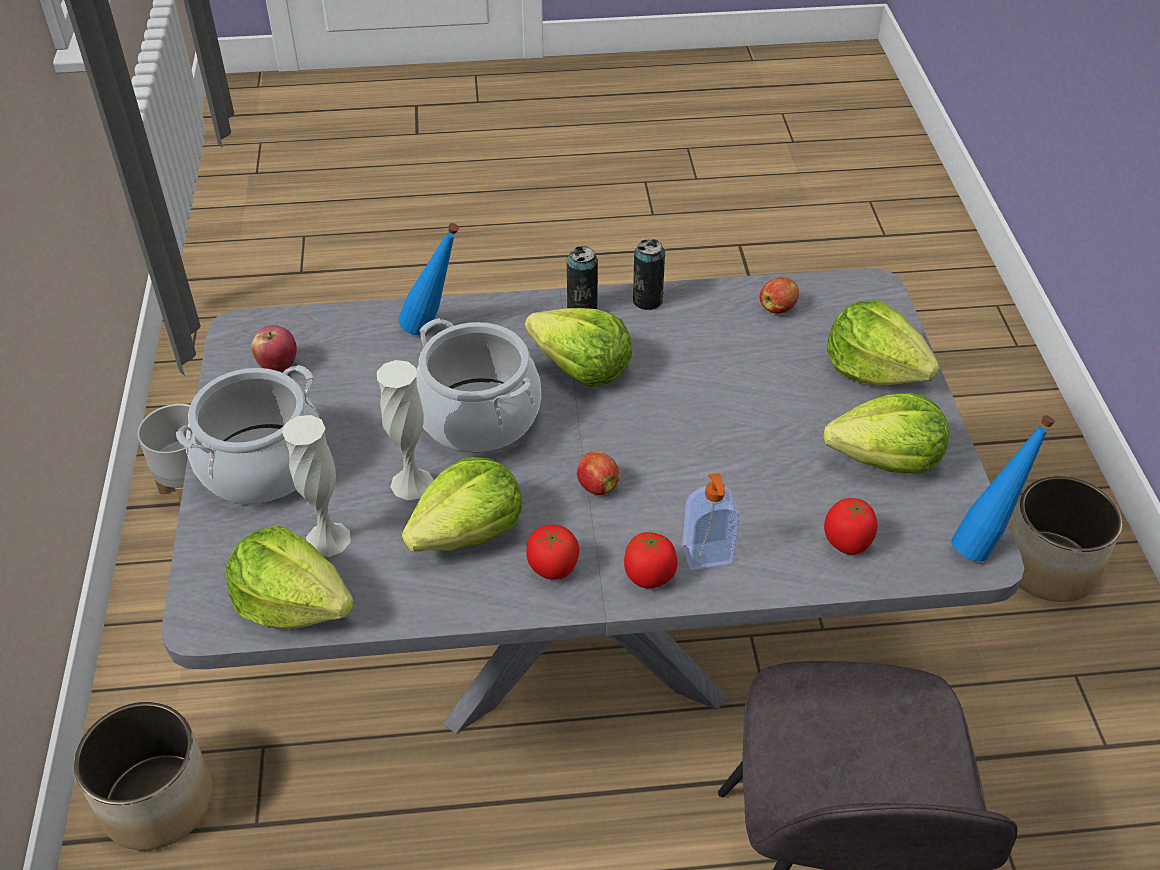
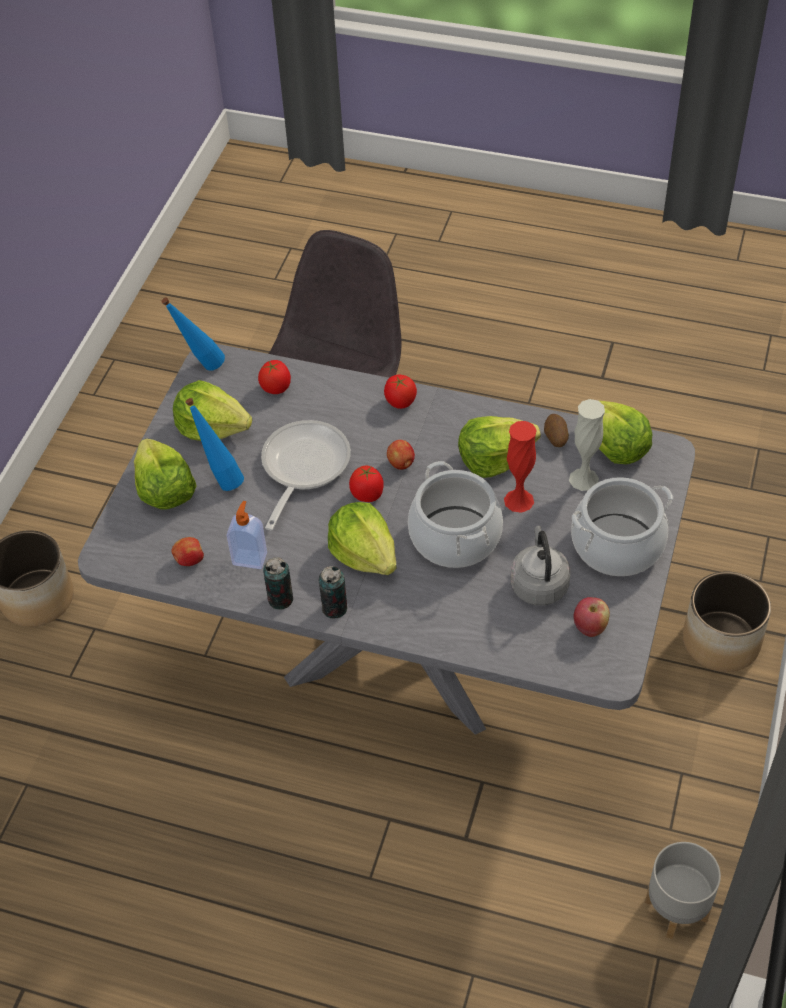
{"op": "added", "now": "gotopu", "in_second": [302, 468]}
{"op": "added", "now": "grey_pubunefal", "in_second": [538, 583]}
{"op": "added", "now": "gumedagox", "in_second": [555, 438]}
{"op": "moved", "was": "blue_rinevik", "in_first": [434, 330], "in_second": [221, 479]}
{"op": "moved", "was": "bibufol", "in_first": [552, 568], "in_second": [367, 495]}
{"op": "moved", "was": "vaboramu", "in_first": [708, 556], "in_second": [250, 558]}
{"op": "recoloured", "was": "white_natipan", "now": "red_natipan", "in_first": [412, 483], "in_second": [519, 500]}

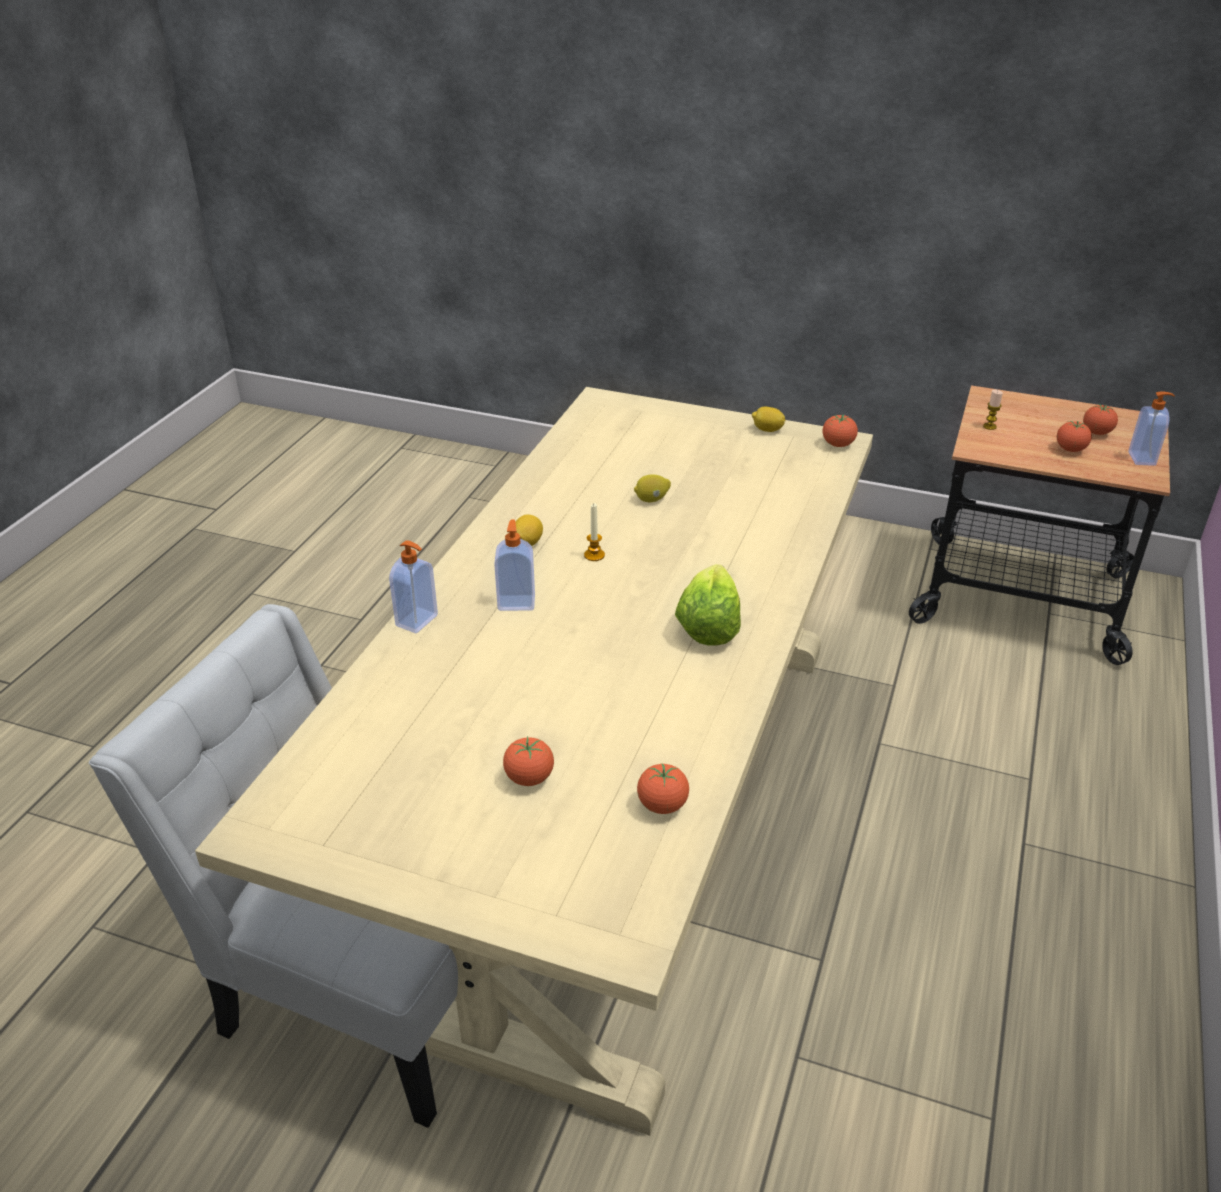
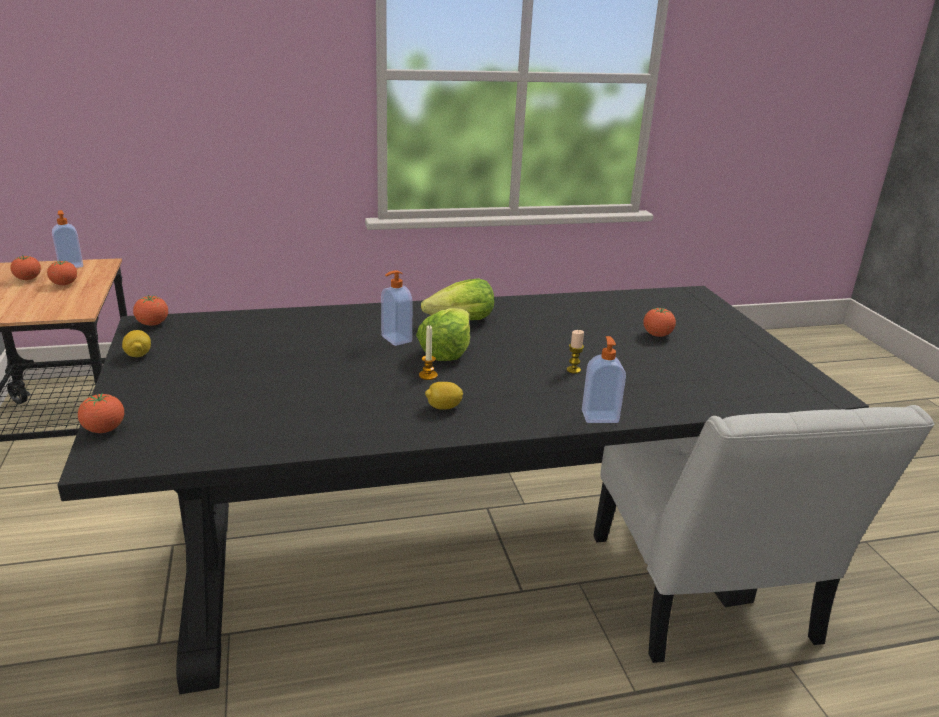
{"op": "removed", "was": "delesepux", "in_first": [652, 500]}
{"op": "added", "now": "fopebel", "in_second": [446, 351]}
{"op": "moved", "was": "vaboramu", "in_first": [516, 602], "in_second": [395, 339]}
{"op": "moved", "was": "bibufol", "in_first": [662, 805], "in_second": [104, 430]}
{"op": "moved", "was": "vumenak", "in_first": [989, 426], "in_second": [573, 370]}
{"op": "recoloured", "was": "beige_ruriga", "now": "black_ruriga", "in_first": [608, 805], "in_second": [459, 554]}

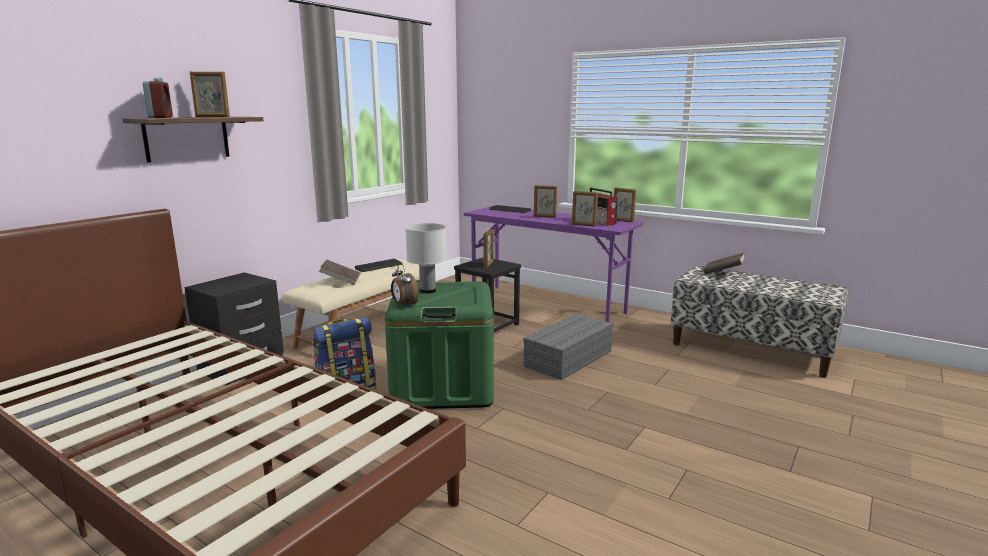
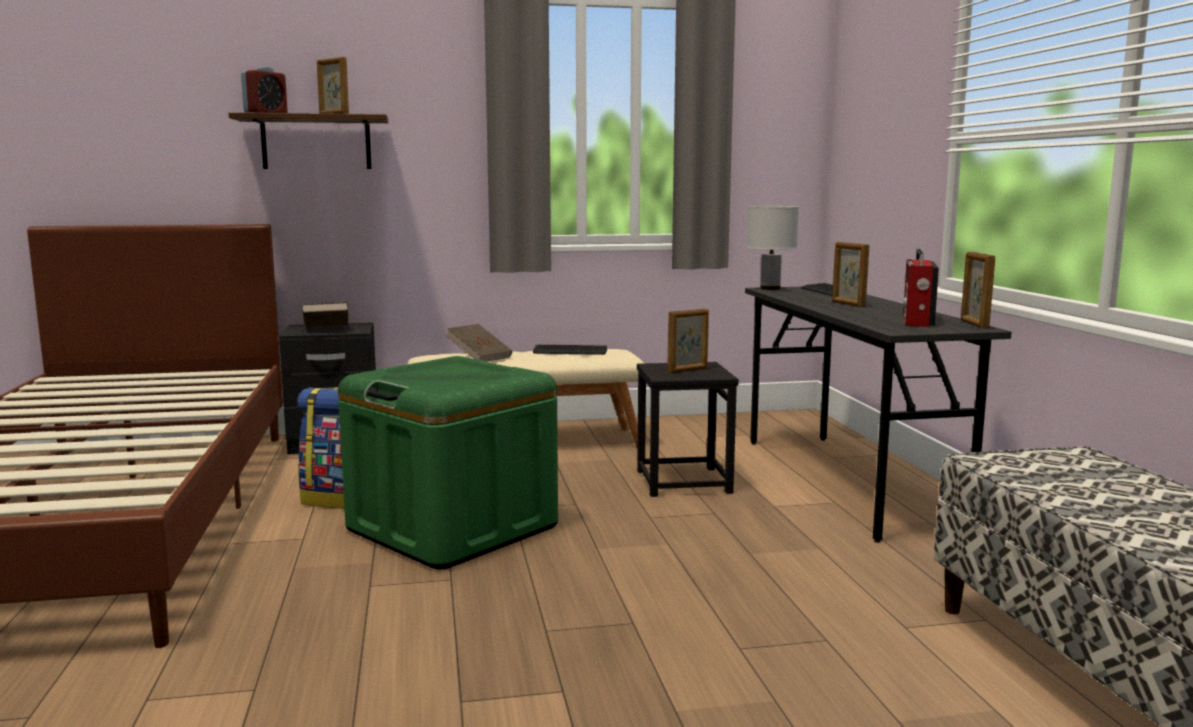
{"op": "removed", "was": "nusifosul", "in_first": [404, 305]}
{"op": "removed", "was": "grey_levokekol", "in_first": [568, 358]}
{"op": "removed", "was": "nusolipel", "in_first": [583, 225]}
{"op": "moved", "was": "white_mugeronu", "in_first": [428, 291], "in_second": [770, 288]}
{"op": "moved", "was": "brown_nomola", "in_first": [723, 273], "in_second": [326, 329]}
{"op": "recoloured", "was": "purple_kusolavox", "now": "grey_kusolavox", "in_first": [547, 305], "in_second": [847, 482]}

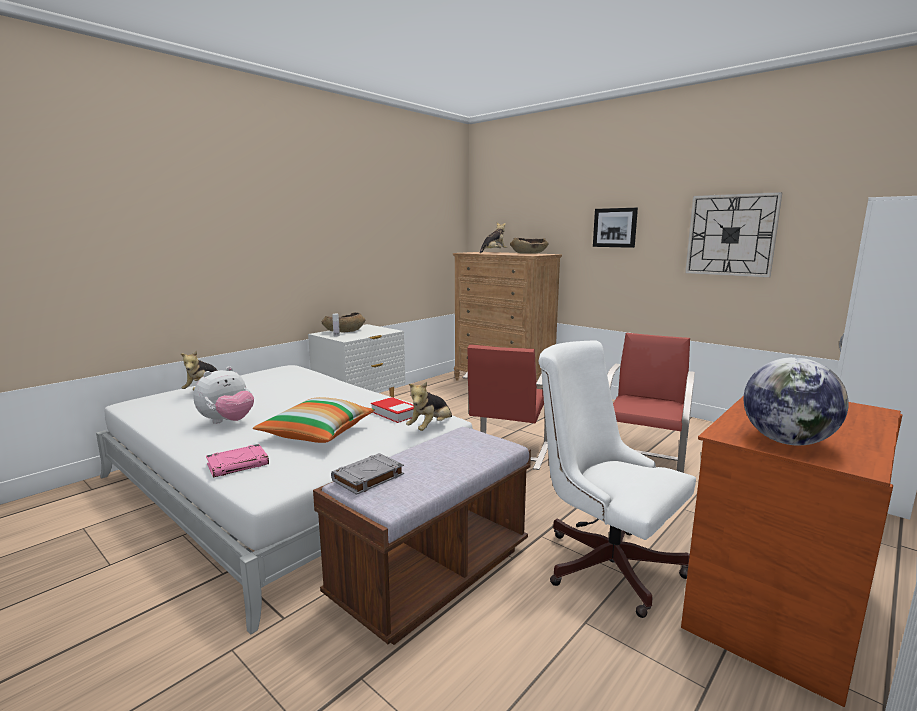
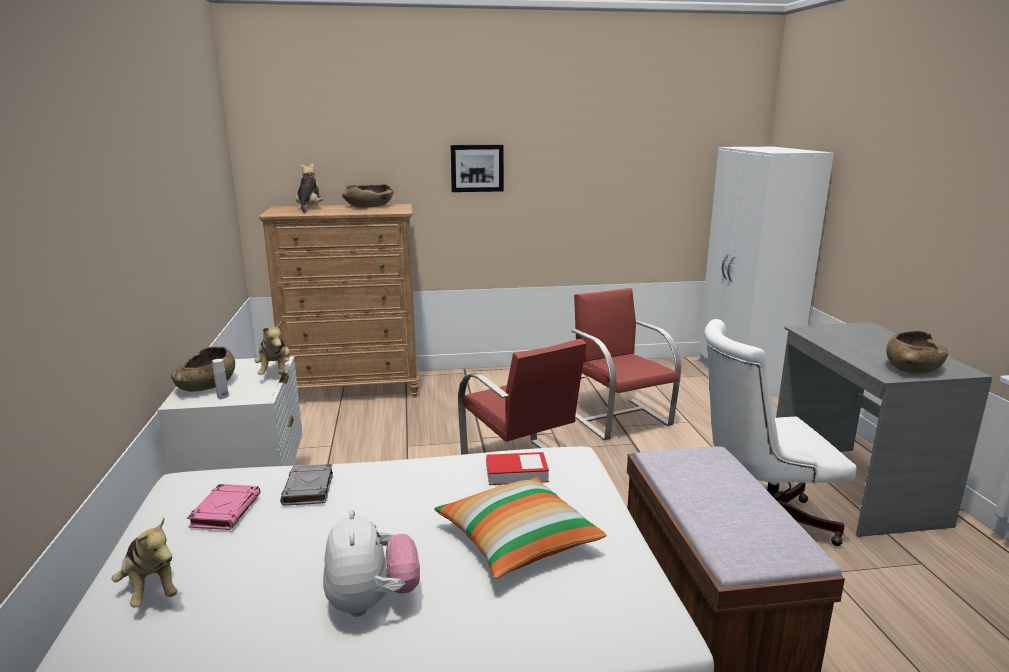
{"op": "removed", "was": "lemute", "in_first": [731, 235]}
{"op": "moved", "was": "pink_nomola", "in_first": [238, 464], "in_second": [226, 510]}
{"op": "moved", "was": "grey_nomola", "in_first": [368, 478], "in_second": [308, 489]}
{"op": "moved", "was": "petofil", "in_first": [430, 428], "in_second": [276, 372]}
{"op": "replaced", "was": "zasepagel", "now": "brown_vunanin", "in_first": [786, 441], "in_second": [912, 367]}
{"op": "recoloured", "was": "brown_kusolavox", "now": "grey_kusolavox", "in_first": [775, 603], "in_second": [851, 488]}

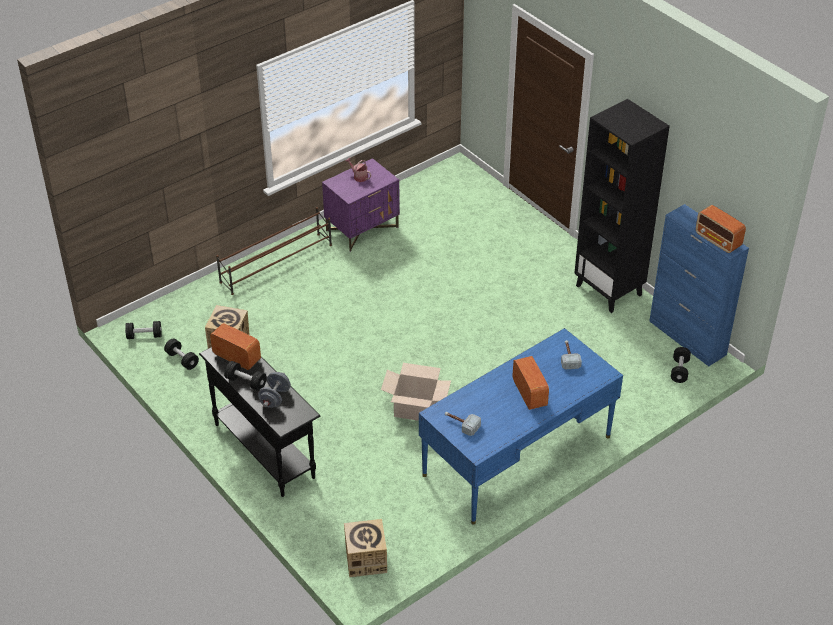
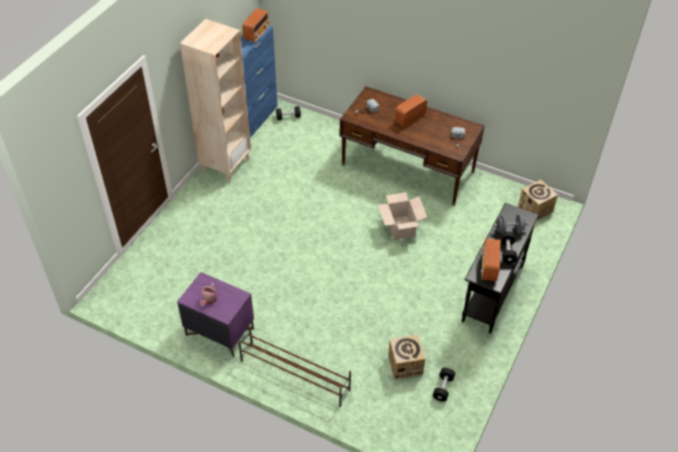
{"op": "removed", "was": "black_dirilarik", "in_first": [144, 336]}
{"op": "recoloured", "was": "blue_kusolavox", "now": "brown_kusolavox", "in_first": [517, 456], "in_second": [407, 168]}
{"op": "recoloured", "was": "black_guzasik", "now": "beige_guzasik", "in_first": [609, 290], "in_second": [226, 165]}

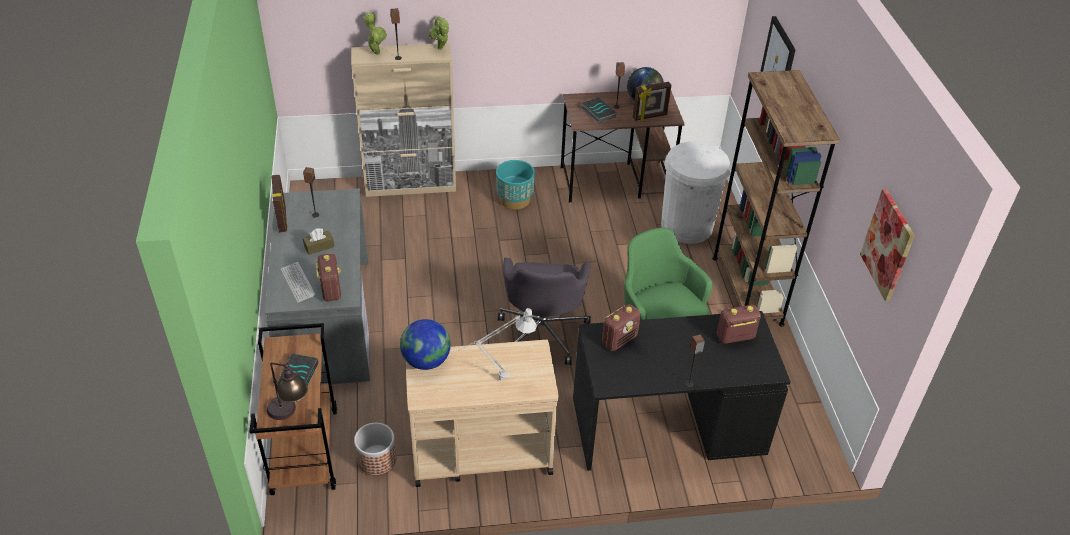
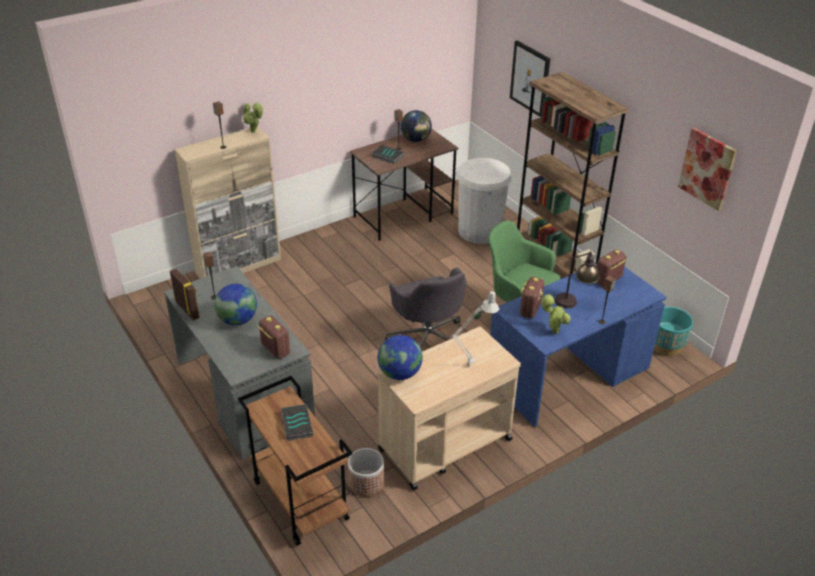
{"op": "removed", "was": "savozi", "in_first": [298, 283]}
{"op": "removed", "was": "nusolipel", "in_first": [650, 116]}
{"op": "moved", "was": "mugeronu", "in_first": [290, 413], "in_second": [574, 302]}
{"op": "moved", "was": "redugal", "in_first": [376, 52], "in_second": [553, 331]}
{"op": "moved", "was": "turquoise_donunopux", "in_first": [514, 200], "in_second": [665, 346]}
{"op": "replaced", "was": "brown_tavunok", "now": "zasepagel", "in_first": [319, 246], "in_second": [238, 320]}
{"op": "recoloured", "was": "black_kusolavox", "now": "blue_kusolavox", "in_first": [667, 427], "in_second": [568, 375]}

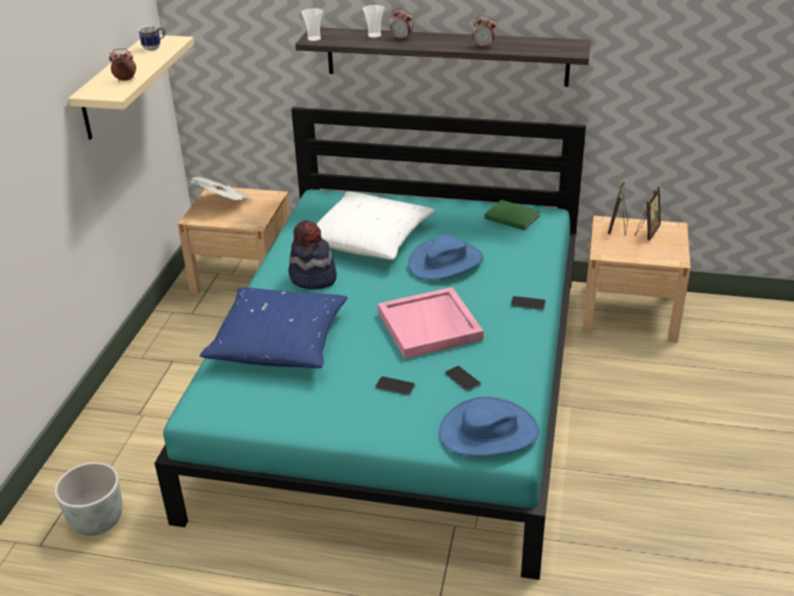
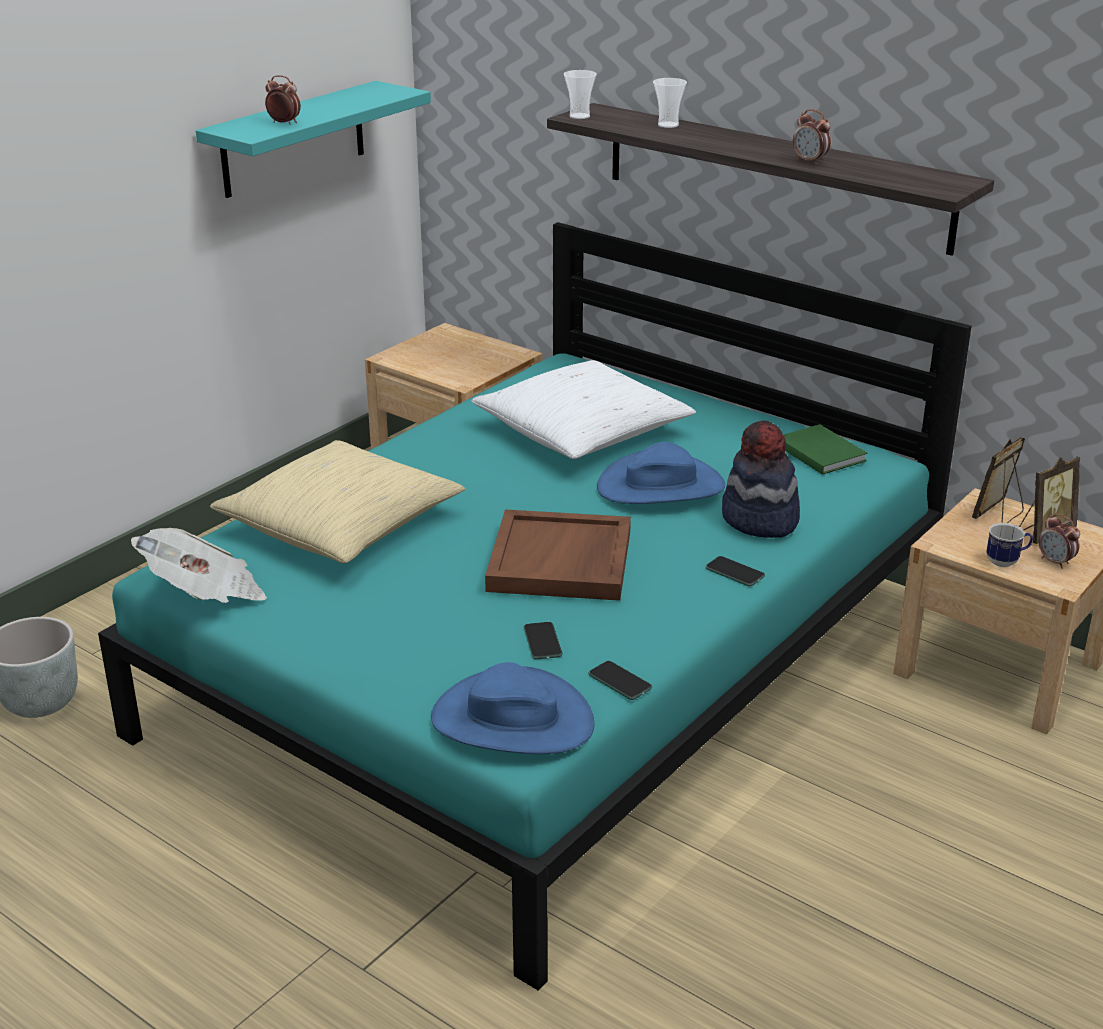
{"op": "moved", "was": "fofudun", "in_first": [154, 48], "in_second": [1006, 562]}
{"op": "moved", "was": "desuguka", "in_first": [224, 203], "in_second": [205, 595]}
{"op": "moved", "was": "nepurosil", "in_first": [313, 278], "in_second": [759, 520]}
{"op": "moved", "was": "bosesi", "in_first": [395, 386], "in_second": [620, 681]}
{"op": "moved", "was": "nusifosul", "in_first": [401, 38], "in_second": [1055, 562]}
{"op": "recoloured", "was": "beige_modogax", "now": "turquoise_modogax", "in_first": [114, 88], "in_second": [293, 139]}
{"op": "recoloured", "was": "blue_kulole", "now": "beige_kulole", "in_first": [279, 342], "in_second": [341, 525]}
{"op": "recoloured", "was": "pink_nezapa", "now": "brown_nezapa", "in_first": [430, 326], "in_second": [561, 561]}

